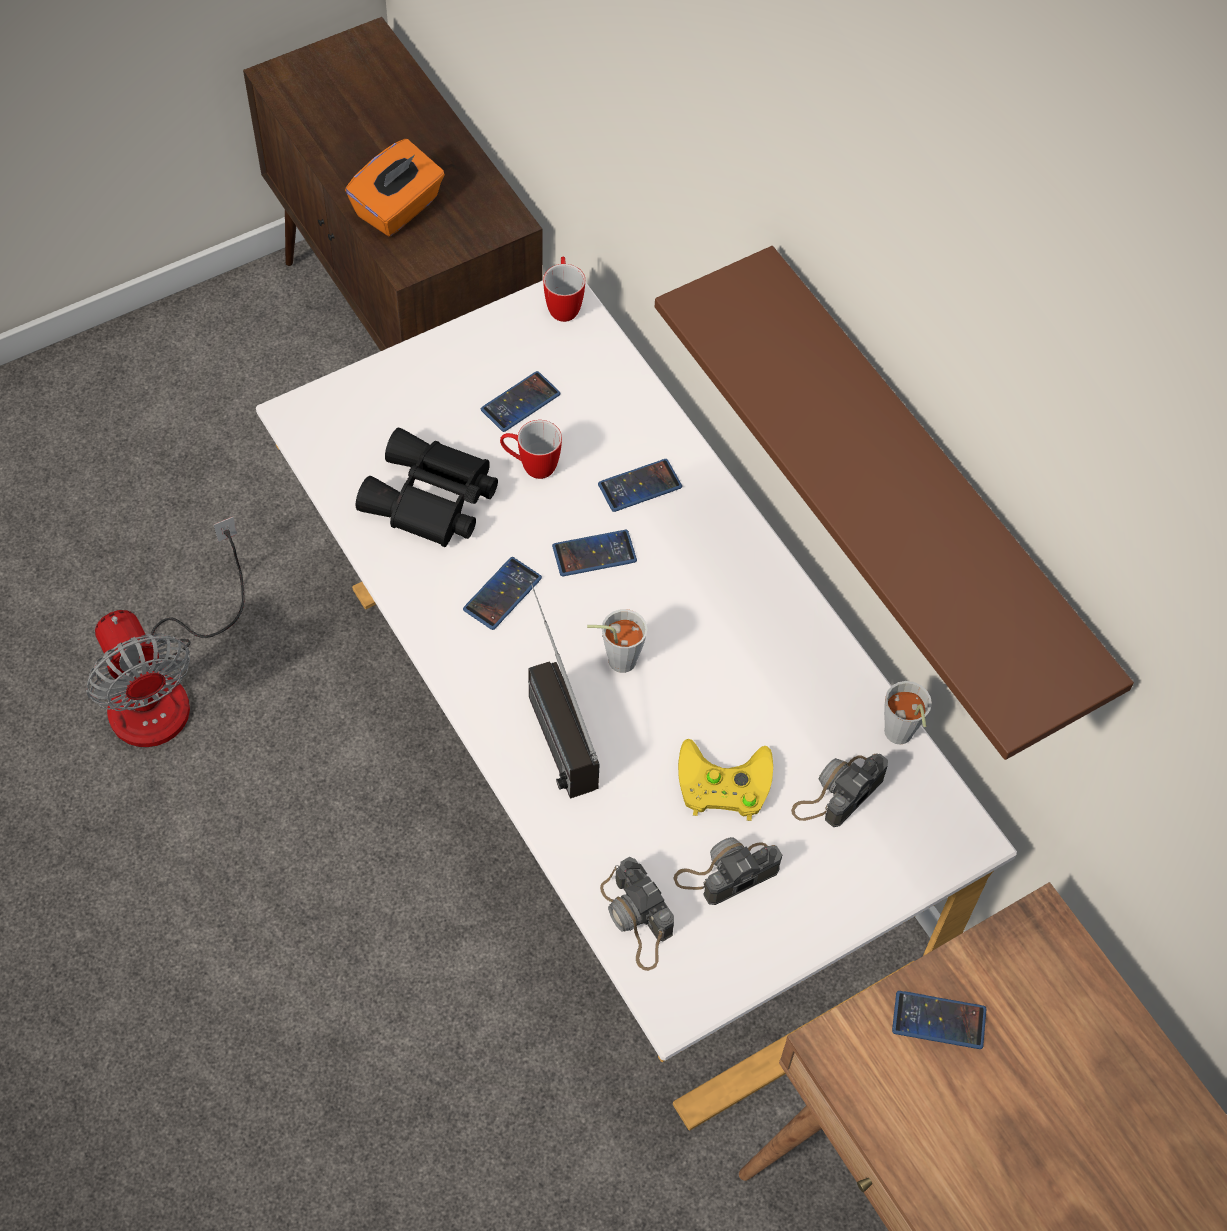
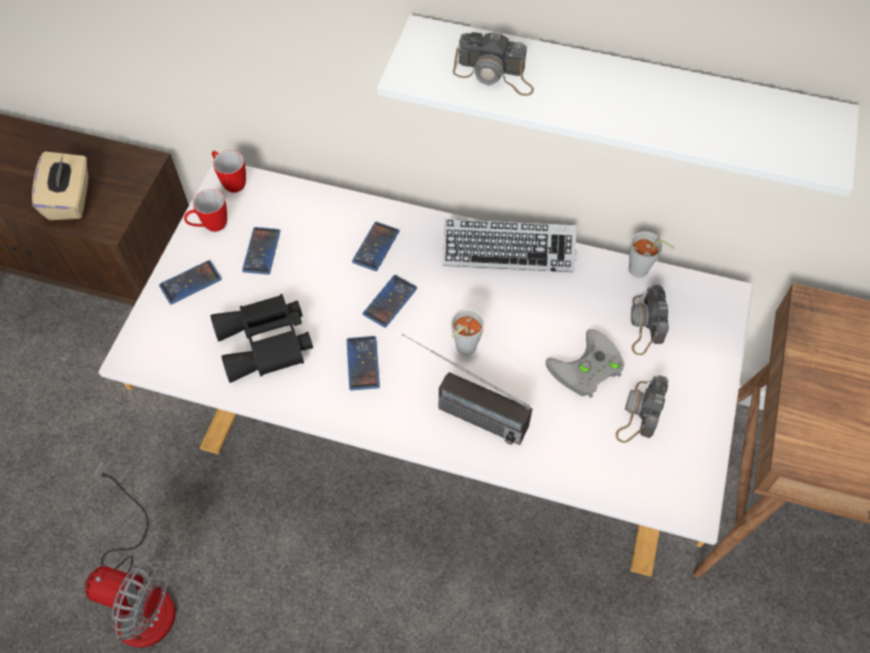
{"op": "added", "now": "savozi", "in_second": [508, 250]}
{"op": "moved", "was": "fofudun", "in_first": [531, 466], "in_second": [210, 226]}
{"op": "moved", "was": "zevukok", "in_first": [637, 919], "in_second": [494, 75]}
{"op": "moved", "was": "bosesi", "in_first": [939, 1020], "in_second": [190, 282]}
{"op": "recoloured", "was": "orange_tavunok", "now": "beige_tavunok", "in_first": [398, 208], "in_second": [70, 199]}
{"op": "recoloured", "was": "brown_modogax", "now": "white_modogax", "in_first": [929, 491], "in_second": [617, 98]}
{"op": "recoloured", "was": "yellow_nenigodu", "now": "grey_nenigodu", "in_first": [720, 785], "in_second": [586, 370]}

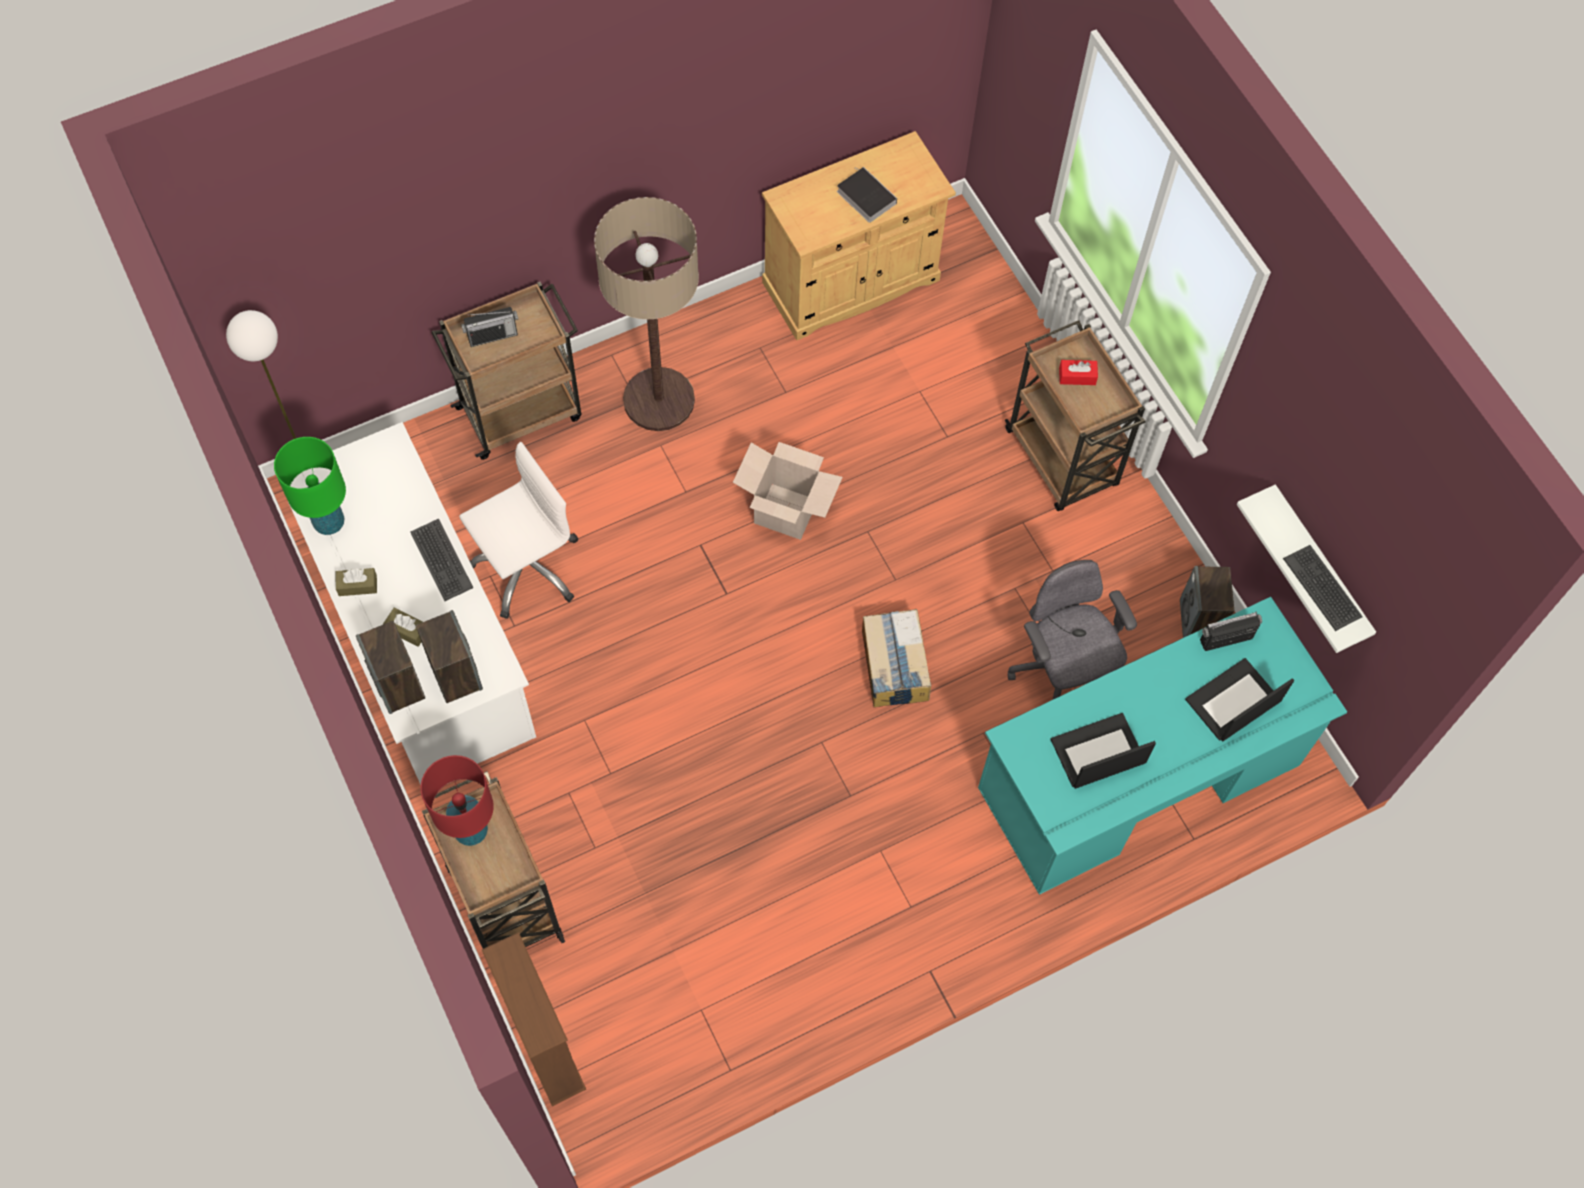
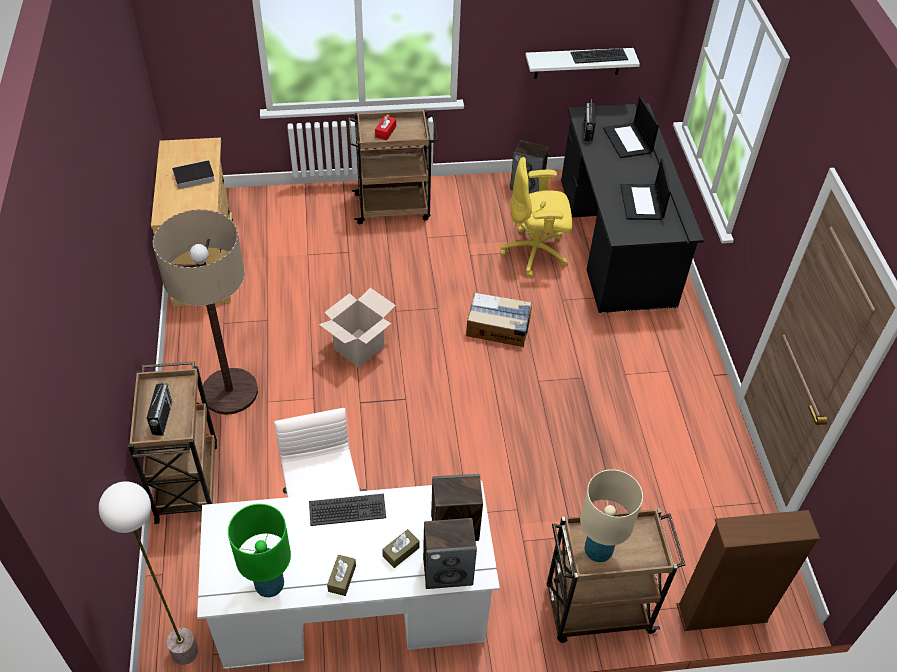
{"op": "recoloured", "was": "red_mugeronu", "now": "beige_mugeronu", "in_first": [471, 831], "in_second": [598, 551]}
{"op": "recoloured", "was": "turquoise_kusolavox", "now": "black_kusolavox", "in_first": [1139, 778], "in_second": [616, 242]}
{"op": "recoloured", "was": "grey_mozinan", "now": "yellow_mozinan", "in_first": [1061, 673], "in_second": [536, 253]}

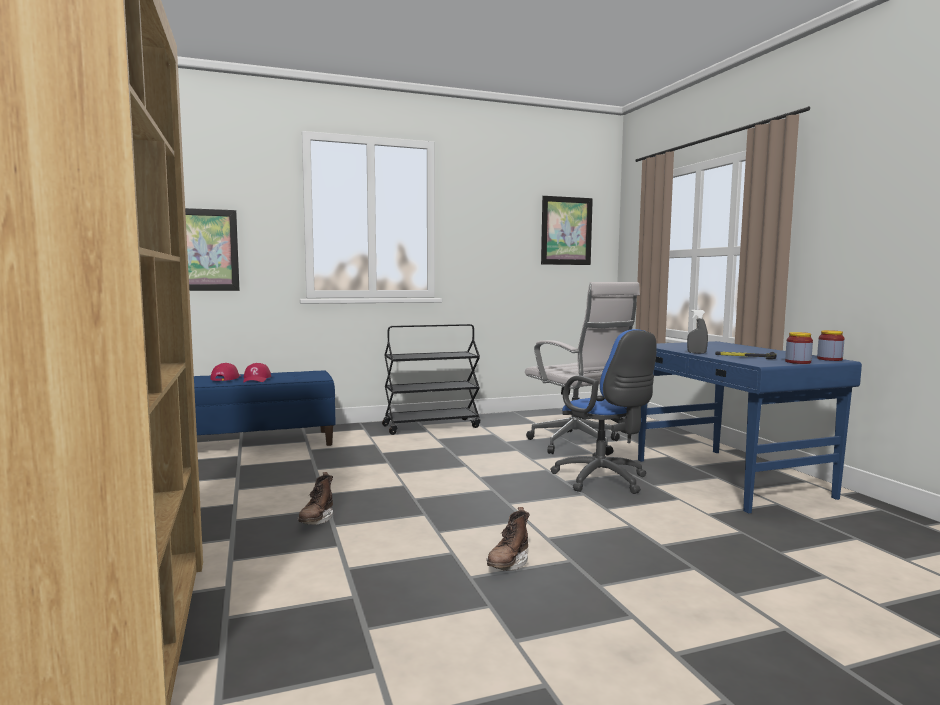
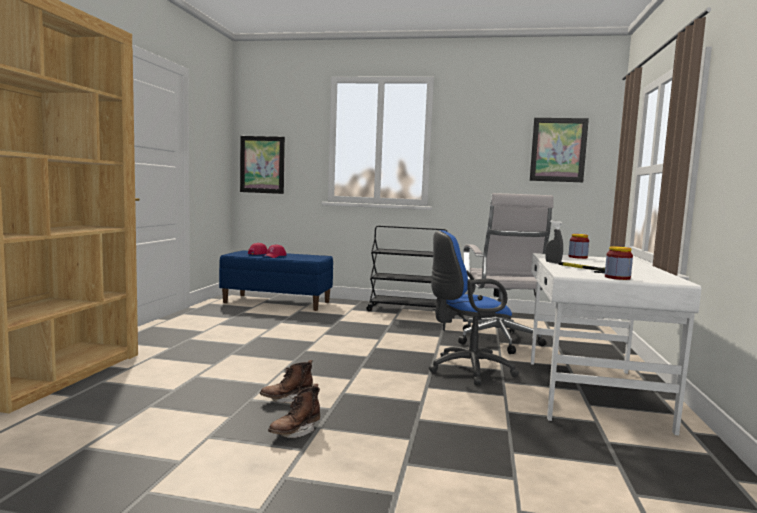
{"op": "moved", "was": "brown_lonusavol", "in_first": [316, 520], "in_second": [295, 432]}
{"op": "moved", "was": "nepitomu", "in_first": [829, 359], "in_second": [577, 257]}
{"op": "recoloured", "was": "blue_kusolavox", "now": "white_kusolavox", "in_first": [728, 478], "in_second": [590, 393]}
{"op": "turned", "was": "blue_mozinan", "in_first": [604, 481], "in_second": [466, 370], "clockwise": 75}

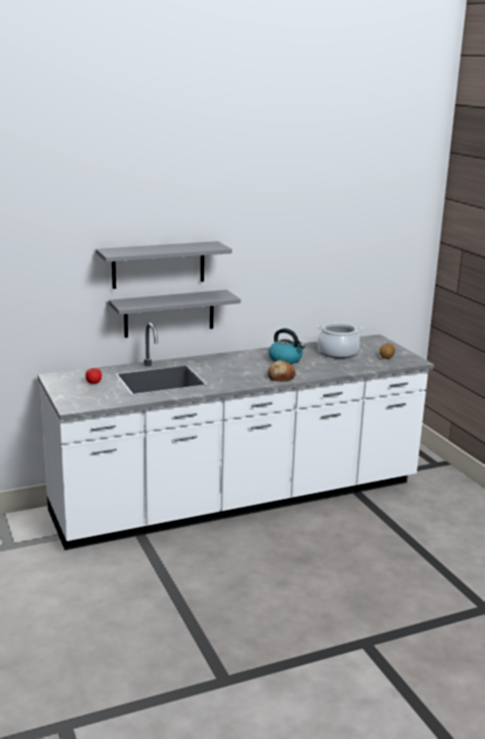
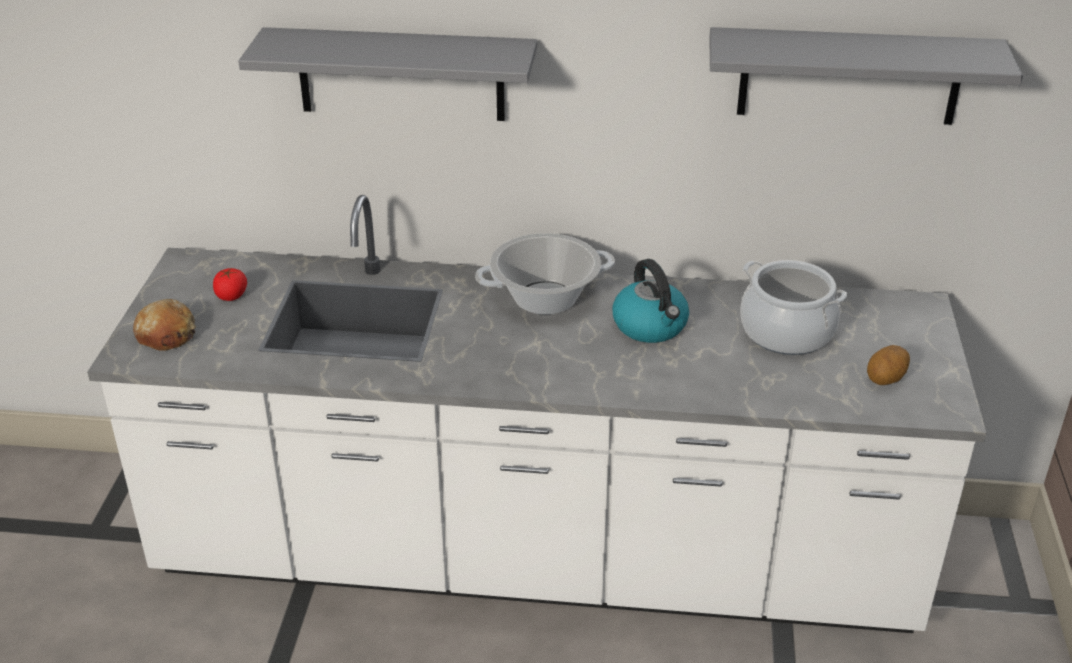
{"op": "added", "now": "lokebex", "in_second": [545, 298]}
{"op": "moved", "was": "grey_modogax", "in_first": [169, 313], "in_second": [849, 76]}
{"op": "moved", "was": "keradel", "in_first": [280, 377], "in_second": [167, 335]}

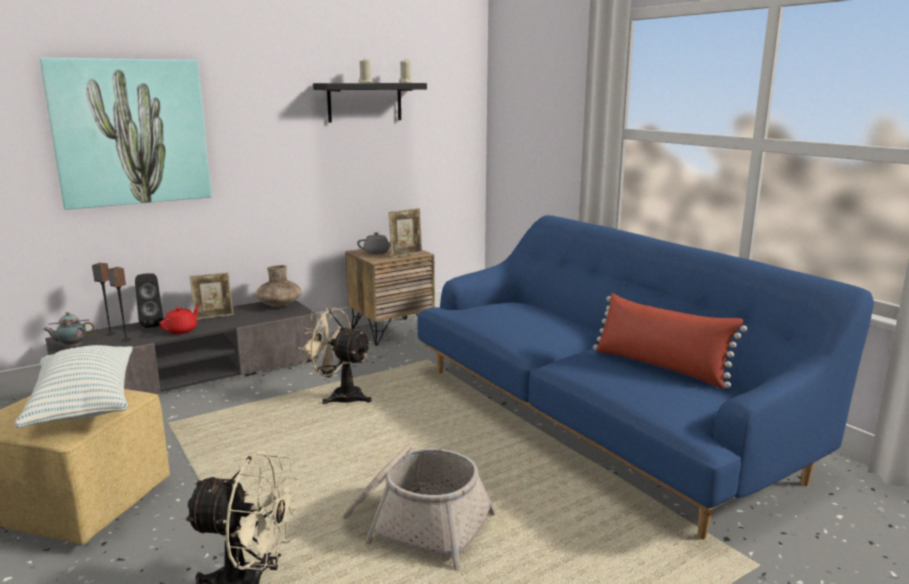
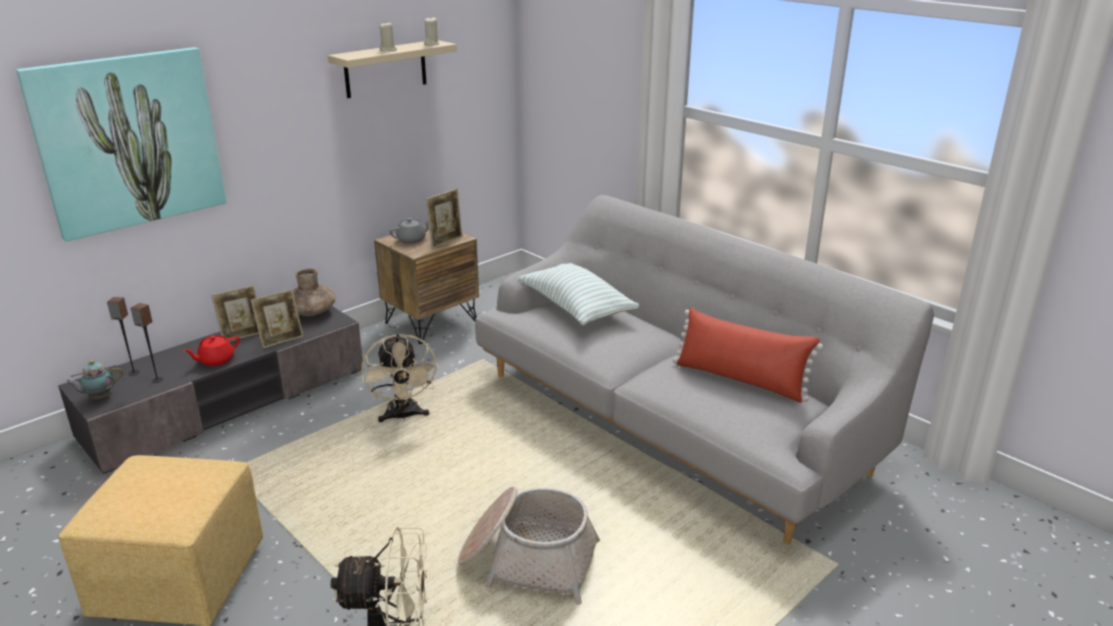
{"op": "removed", "was": "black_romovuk", "in_first": [152, 324]}
{"op": "added", "now": "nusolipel", "in_second": [281, 339]}
{"op": "moved", "was": "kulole", "in_first": [84, 404], "in_second": [576, 308]}
{"op": "recoloured", "was": "black_modogax", "now": "beige_modogax", "in_first": [365, 102], "in_second": [385, 69]}
{"op": "recoloured", "was": "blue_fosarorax", "now": "grey_fosarorax", "in_first": [598, 418], "in_second": [673, 419]}
{"op": "turned", "was": "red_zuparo", "in_first": [182, 330], "in_second": [216, 360], "clockwise": -150}
{"op": "turned", "was": "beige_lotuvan", "in_first": [340, 396], "in_second": [403, 416], "clockwise": -120}

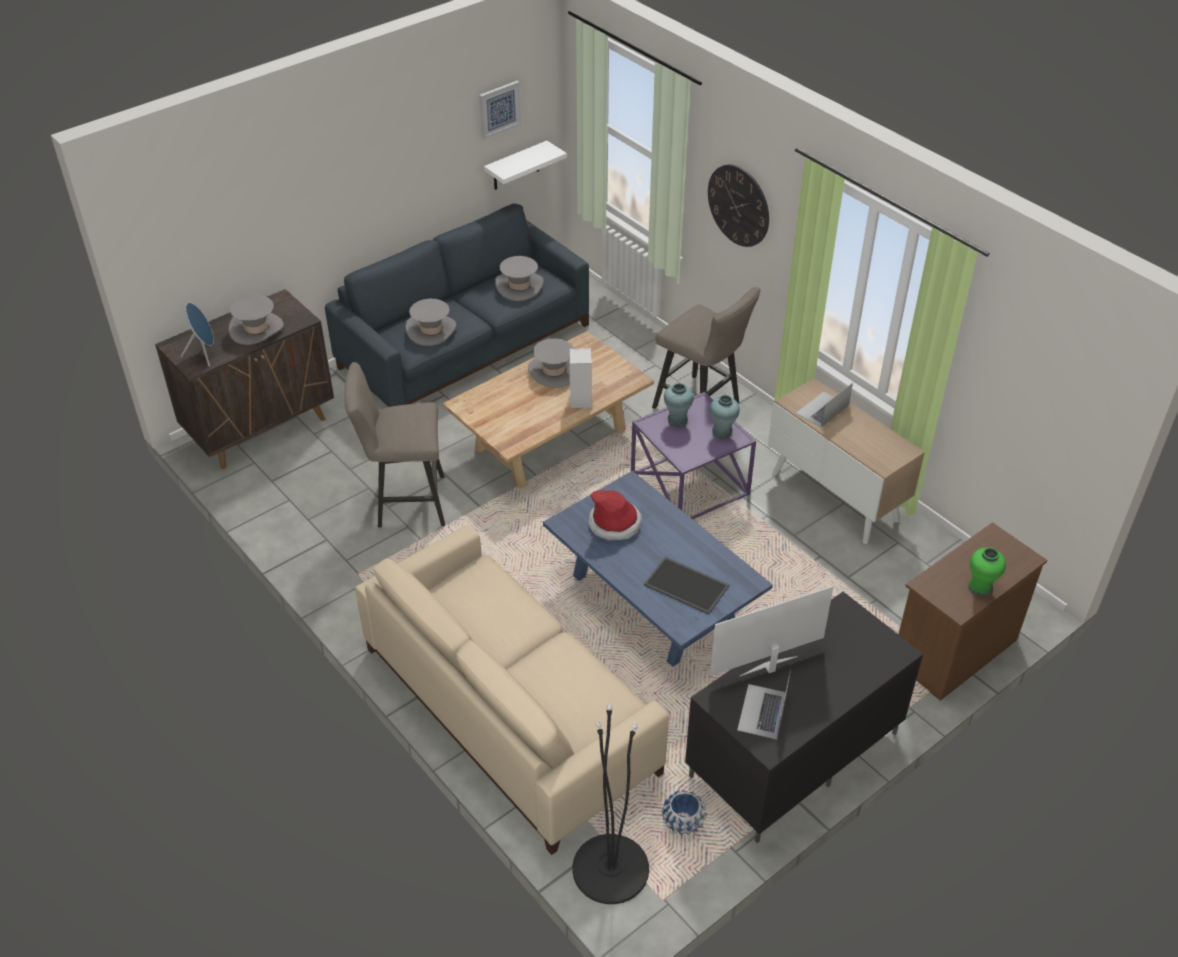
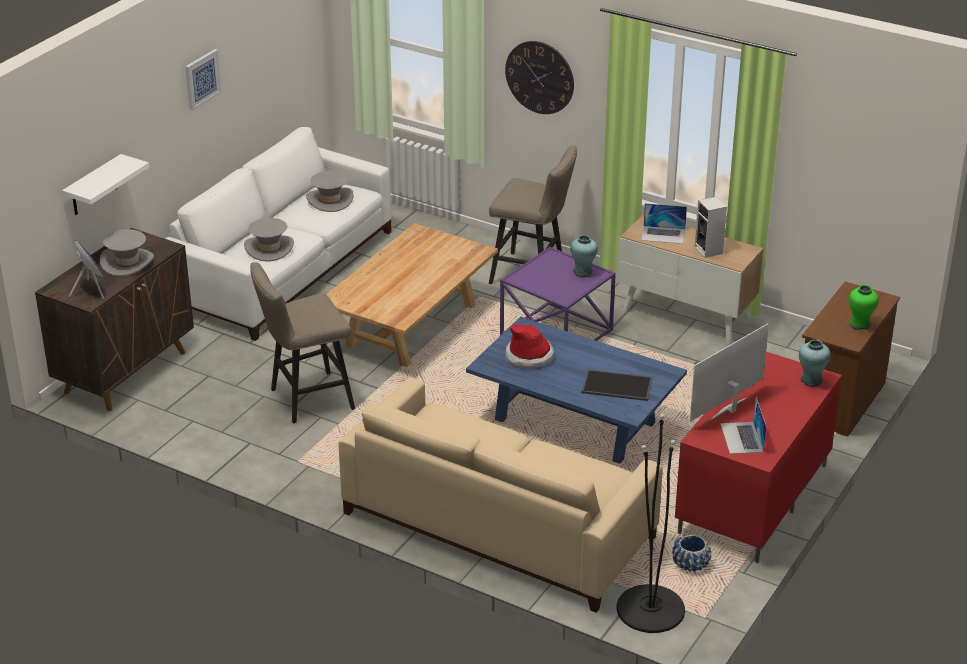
{"op": "removed", "was": "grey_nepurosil", "in_first": [554, 371]}
{"op": "moved", "was": "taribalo", "in_first": [499, 109], "in_second": [202, 79]}
{"op": "moved", "was": "white_modogax", "in_first": [516, 166], "in_second": [93, 186]}
{"op": "moved", "was": "romovuk", "in_first": [581, 401], "in_second": [709, 250]}
{"op": "moved", "was": "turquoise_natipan", "in_first": [677, 420], "in_second": [811, 381]}
{"op": "recoloured", "was": "blue_fosarorax", "now": "white_fosarorax", "in_first": [466, 346], "in_second": [285, 270]}
{"op": "recoloured", "was": "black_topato", "now": "red_topato", "in_first": [794, 756], "in_second": [754, 500]}
{"op": "turned", "was": "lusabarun", "in_first": [822, 409], "in_second": [663, 234], "clockwise": -105}

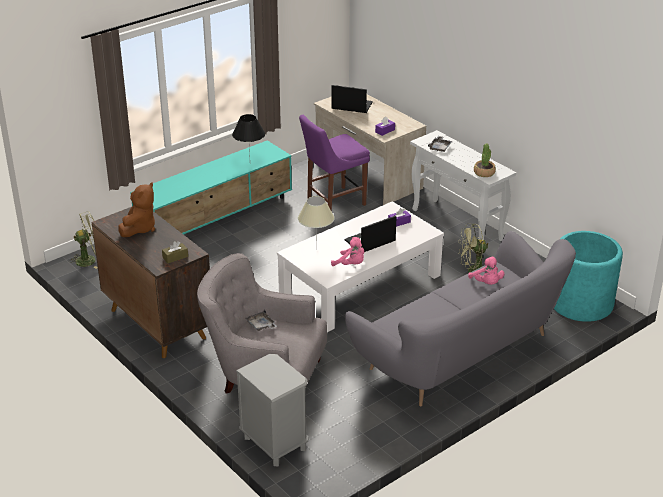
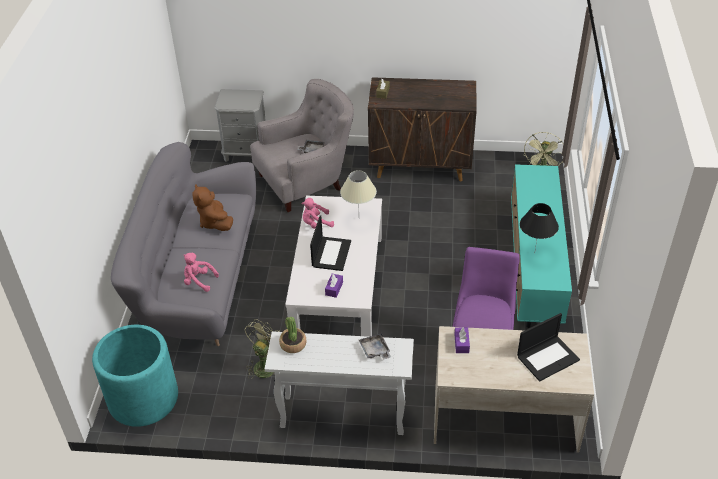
{"op": "moved", "was": "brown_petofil", "in_first": [139, 228], "in_second": [214, 222]}

